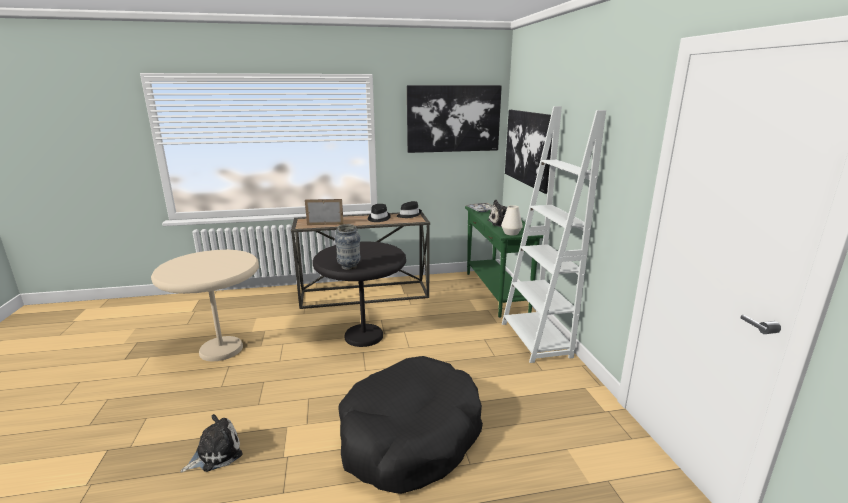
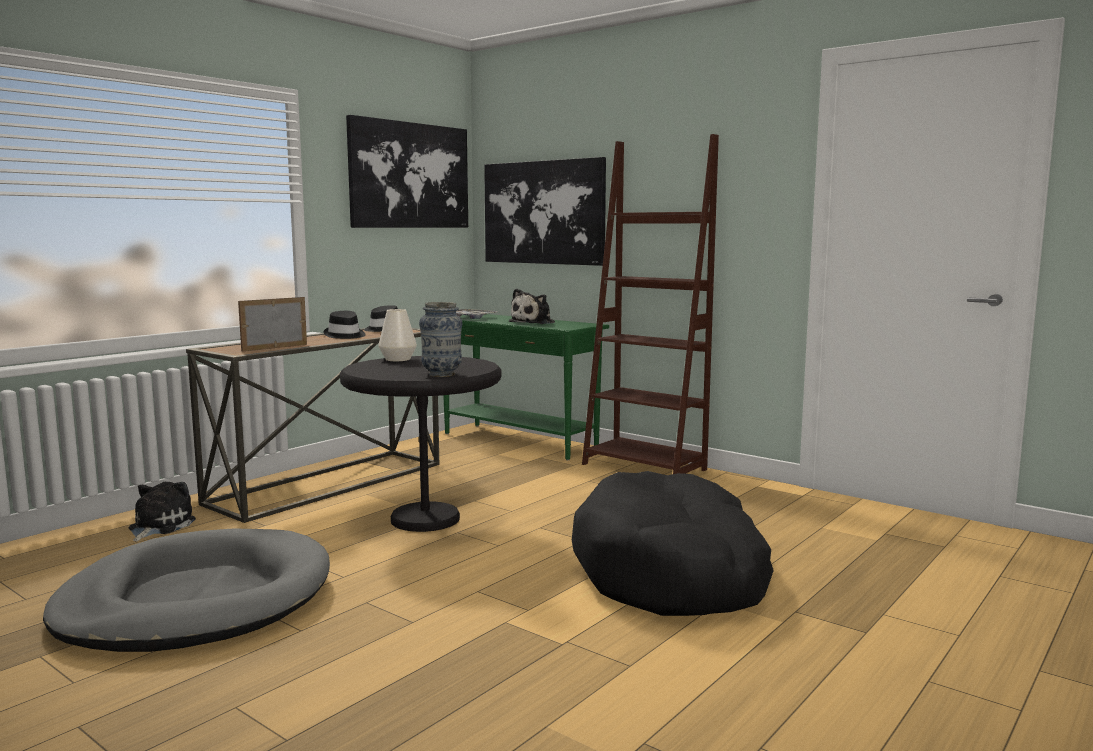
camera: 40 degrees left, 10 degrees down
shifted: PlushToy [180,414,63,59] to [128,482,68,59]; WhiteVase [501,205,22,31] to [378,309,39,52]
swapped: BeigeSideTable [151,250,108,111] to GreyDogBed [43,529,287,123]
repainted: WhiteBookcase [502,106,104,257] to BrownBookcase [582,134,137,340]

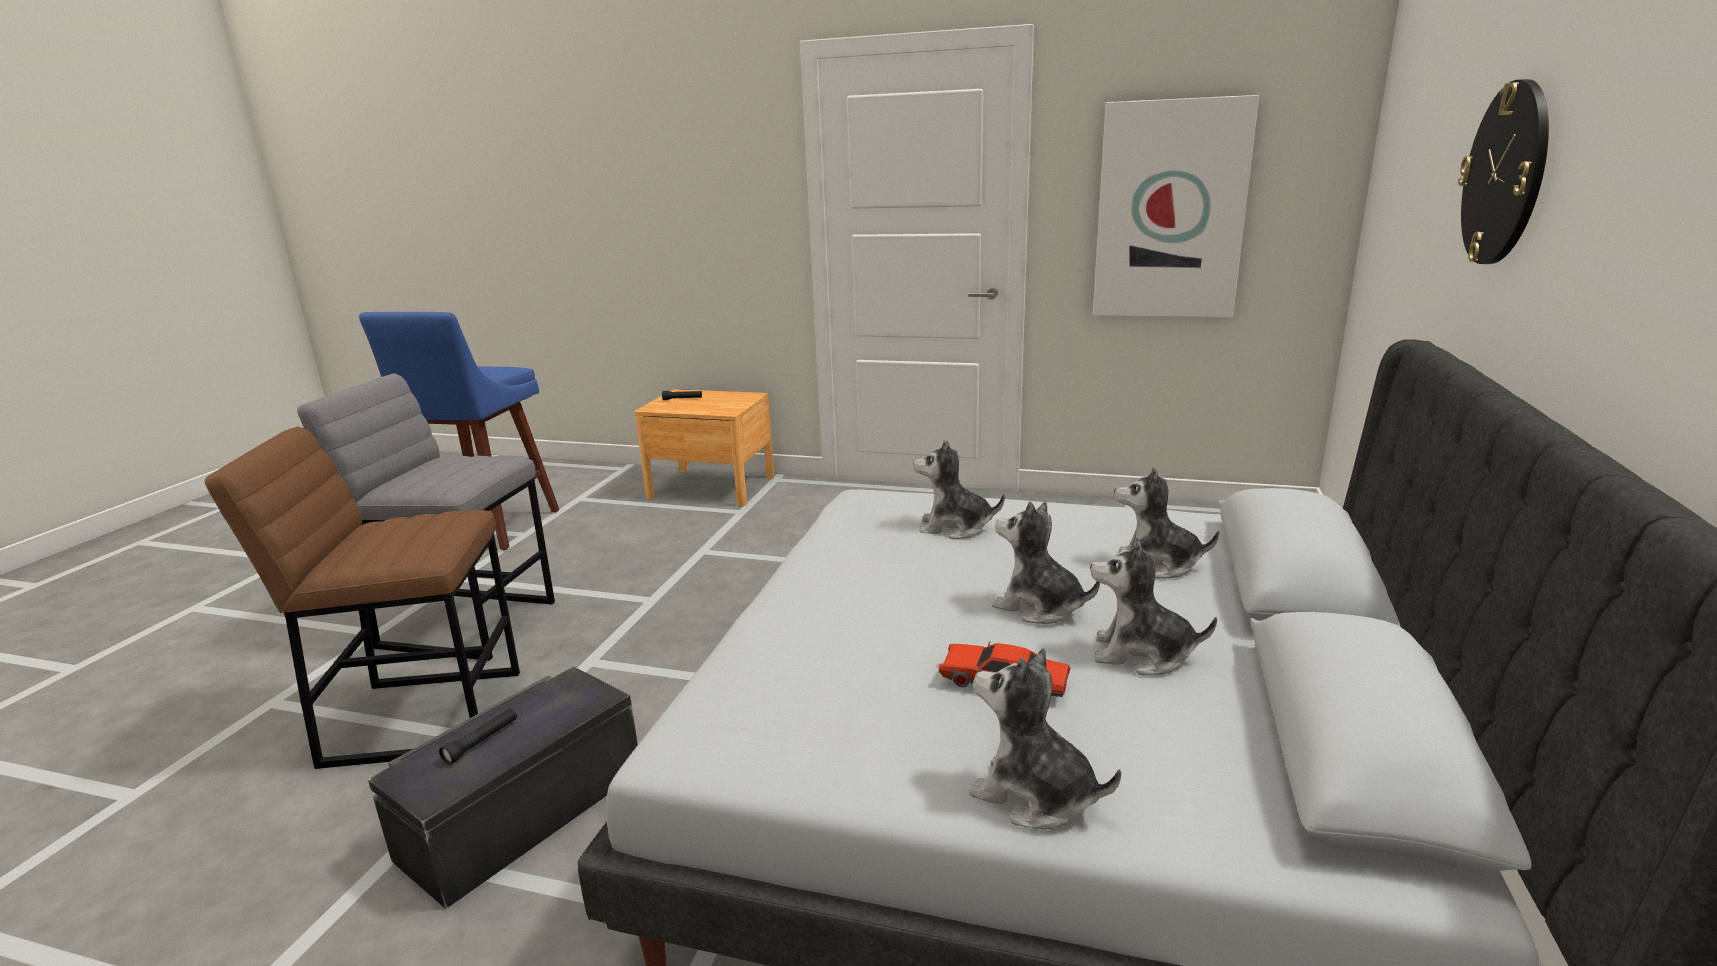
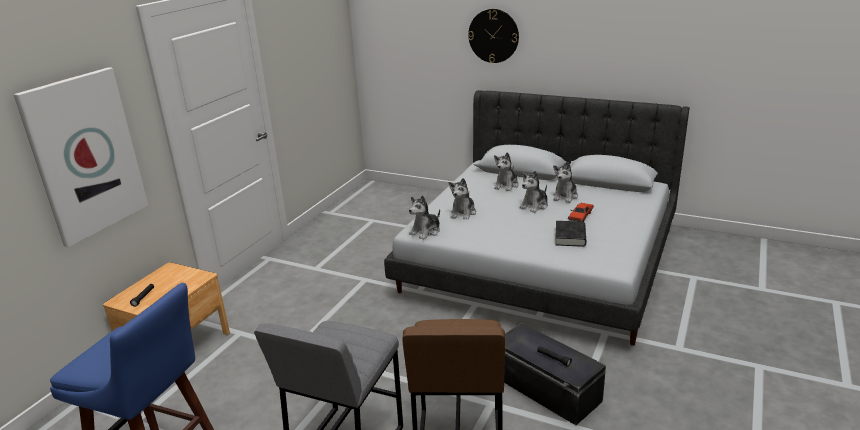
camera: 80 degrees left, 5 degrees up
new: BlackBook [555,221,31,26]
shifted: Picture [1093,95,166,222] to [14,67,134,180]; PlushToy [969,648,152,182] to [409,195,31,45]

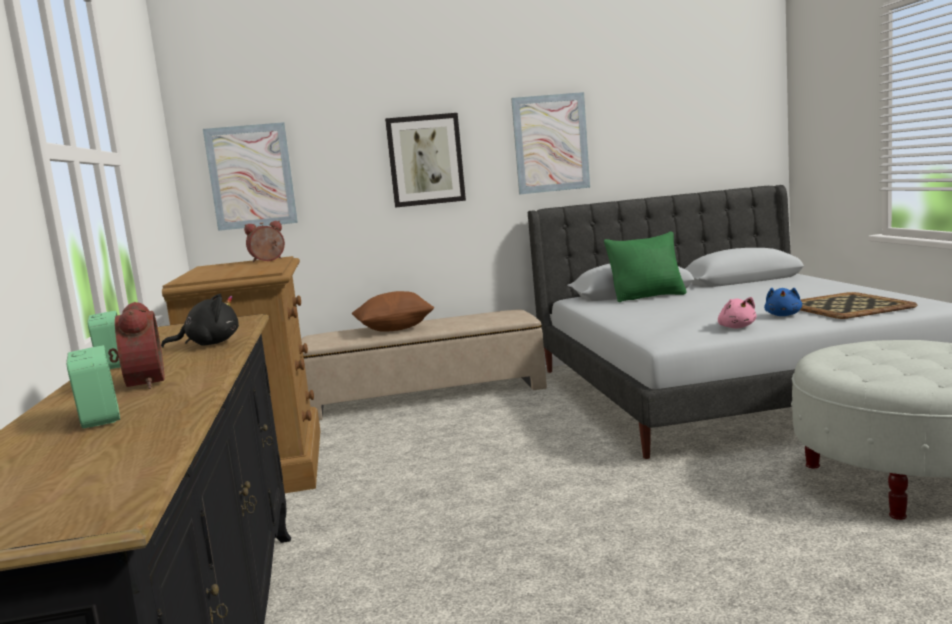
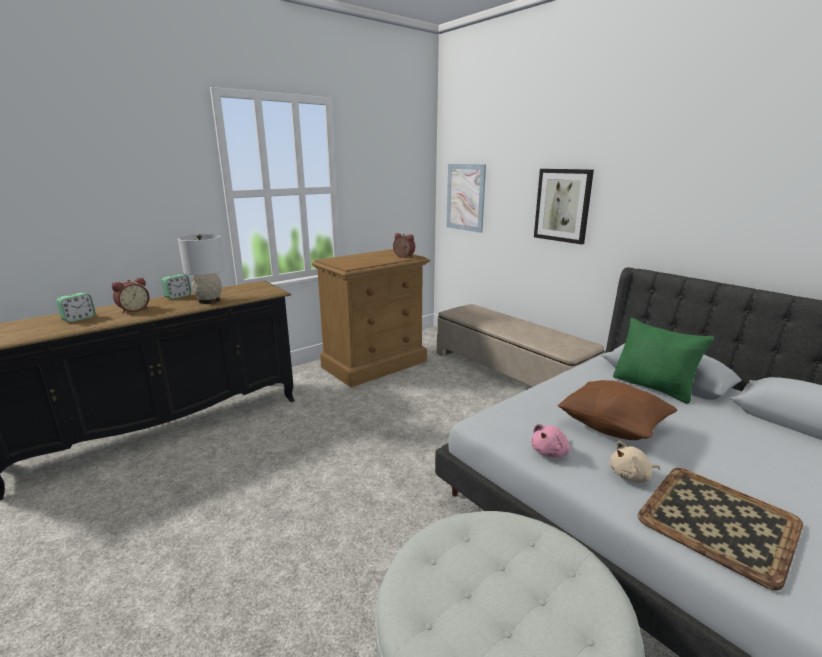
camera: 60 degrees right, 10 degrees up
gone: Picture [511,92,79,103]
shifted: BrownPillow [352,291,82,41] to [557,380,120,60]
swapped: BlackPlushToy [161,294,78,54] to WhiteTableLamp [178,234,47,70]
repainted: BluePlushToy [764,288,38,28] to BeigePlushToy [610,441,50,42]

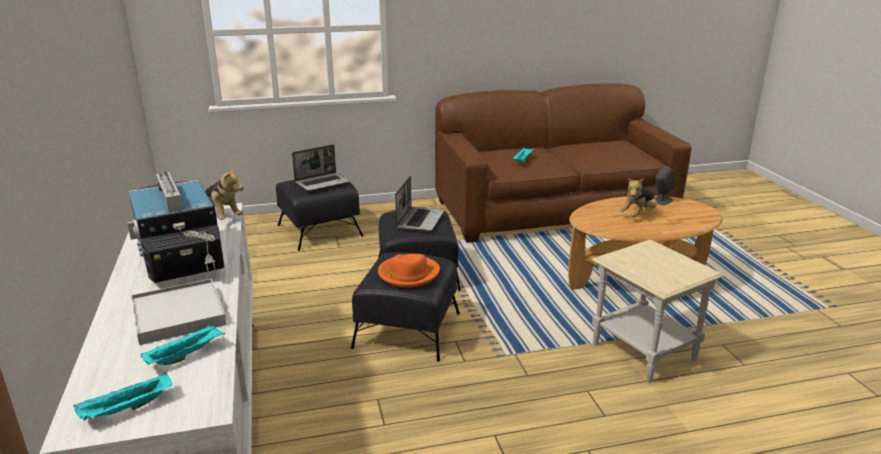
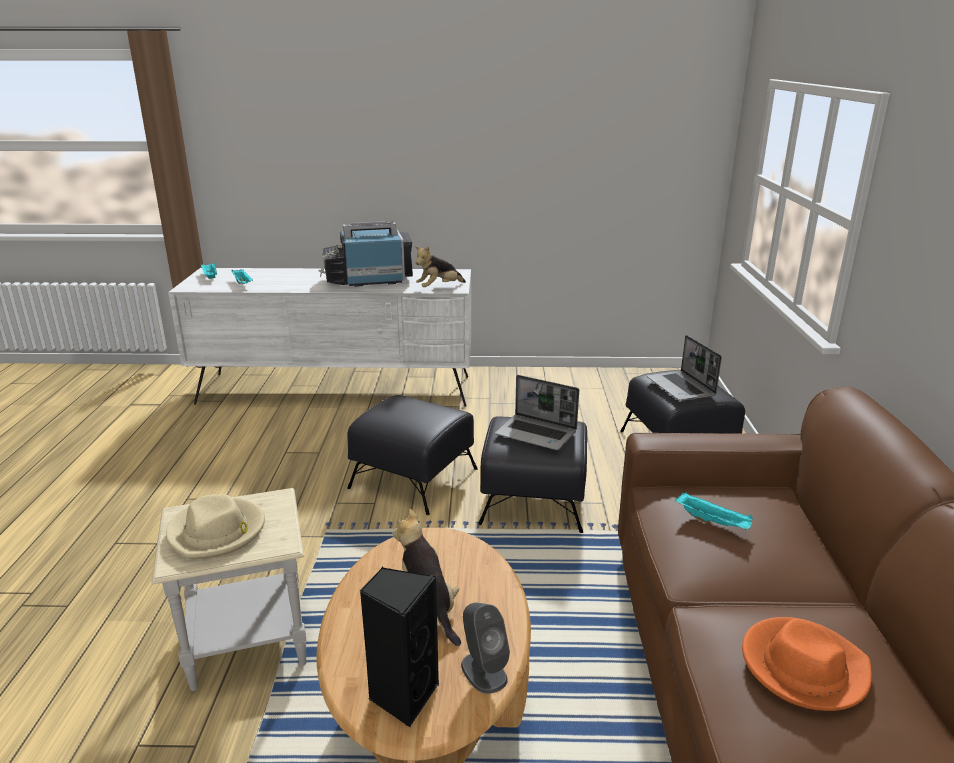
camera: 105 degrees right, 0 degrees up
gone: WhiteTray [131,279,95,66]
new: BeigeHat [166,494,99,66]; BlackSpeaker [360,567,79,160]
shifted: OrangeHat [378,254,62,34] to [742,617,130,94]

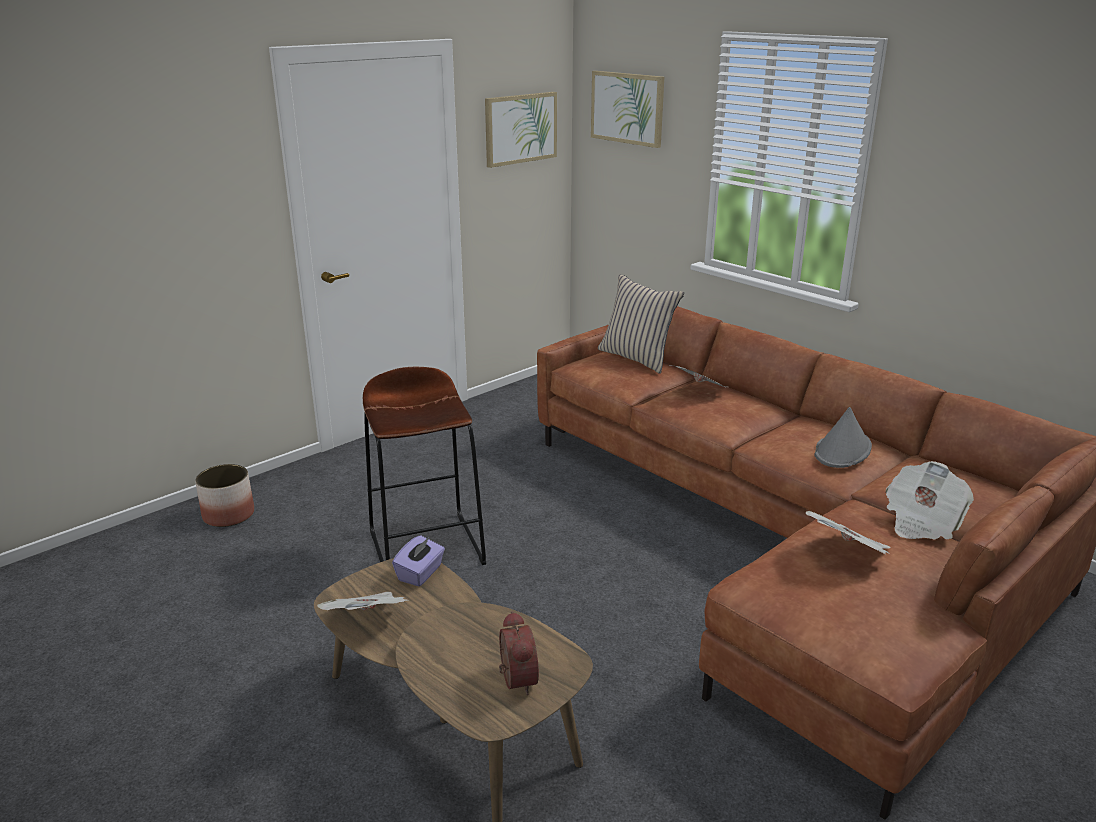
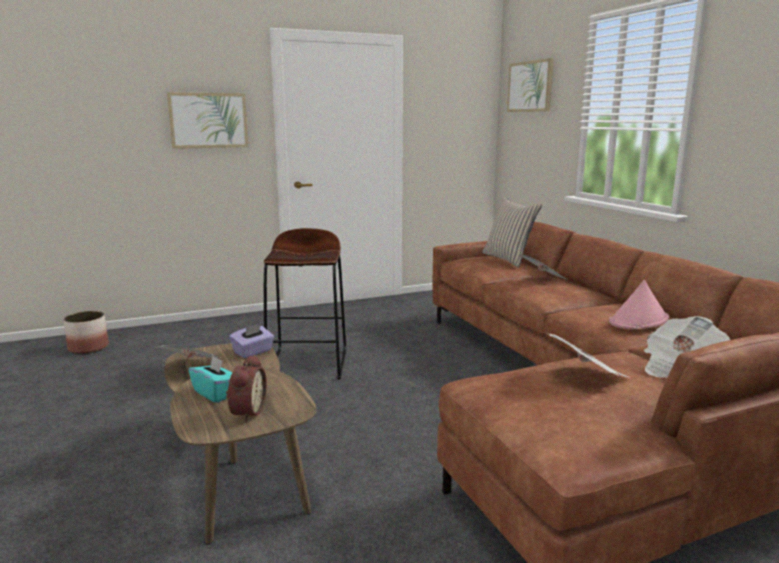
camera: 20 degrees right, 10 degrees down
new: TurquoiseTissueBox [189,356,43,47]
shifted: Planter [195,464,59,63] to [63,311,46,43]; Picture [485,92,72,76] to [167,92,81,57]
repainted: GreyHat [814,407,58,61] to PinkHat [609,280,60,49]

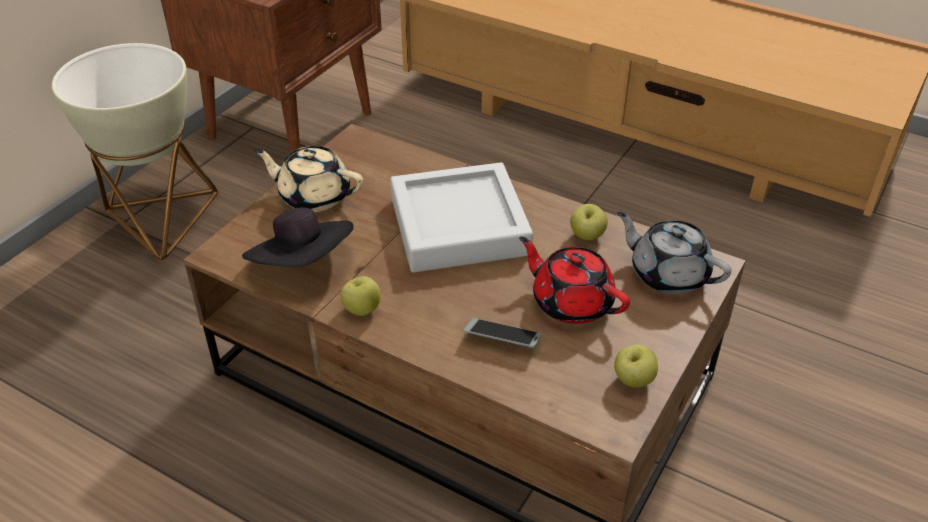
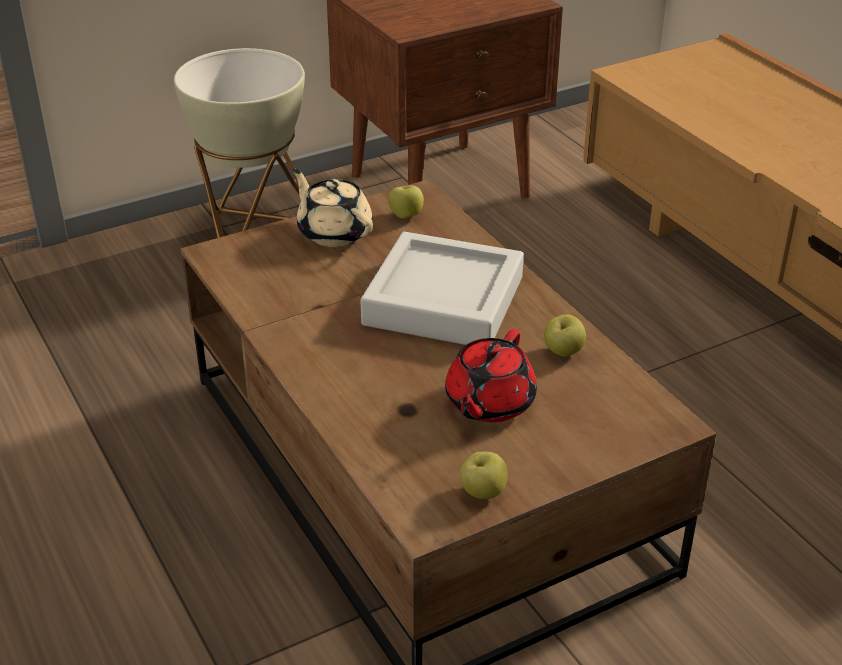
camera: 30 degrees right, 5 degrees down
gone: BlackHat [242,207,112,60]; Phone [463,318,79,30]; GreyTeapot [617,212,114,82]
shifted: Apple [340,276,41,40] to [388,185,36,34]
rotated: RedTeapot [519,237,111,87] = [445,329,92,93] 135 degrees counterclockwise

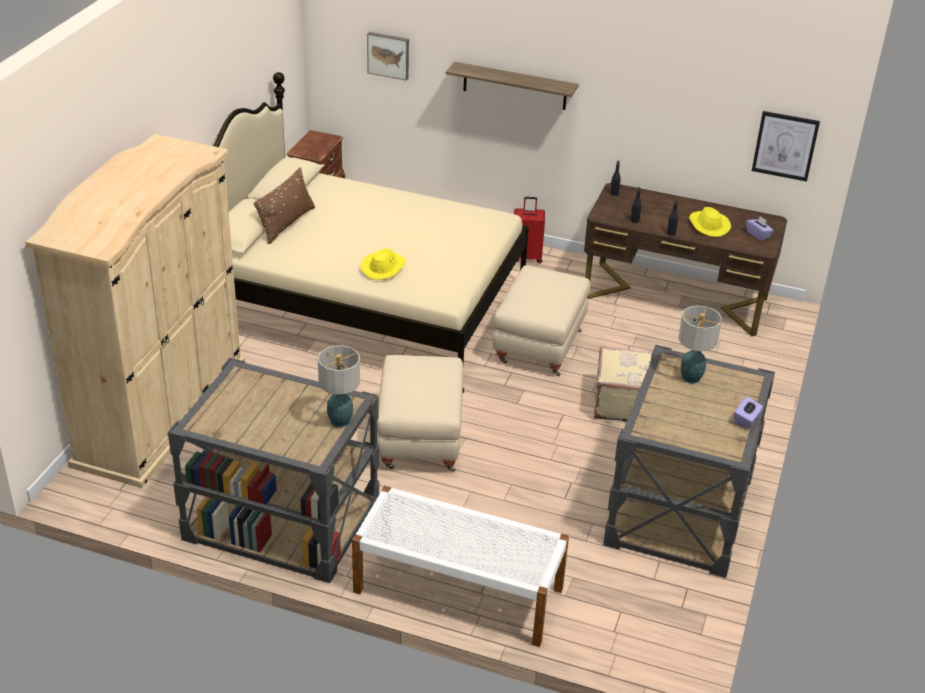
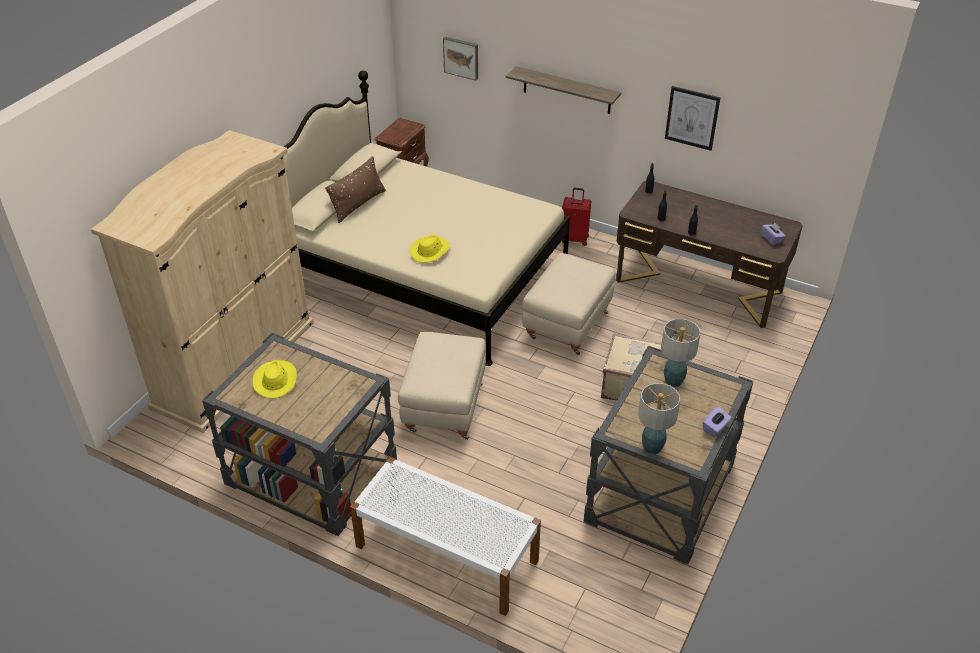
camera: 10 degrees right, 5 degrees up
shifted: YellowHat [689,207,42,30] to [253,360,44,39]; TableLamp [318,345,42,82] to [638,383,42,72]; Picture [752,111,68,71] to [665,86,56,65]

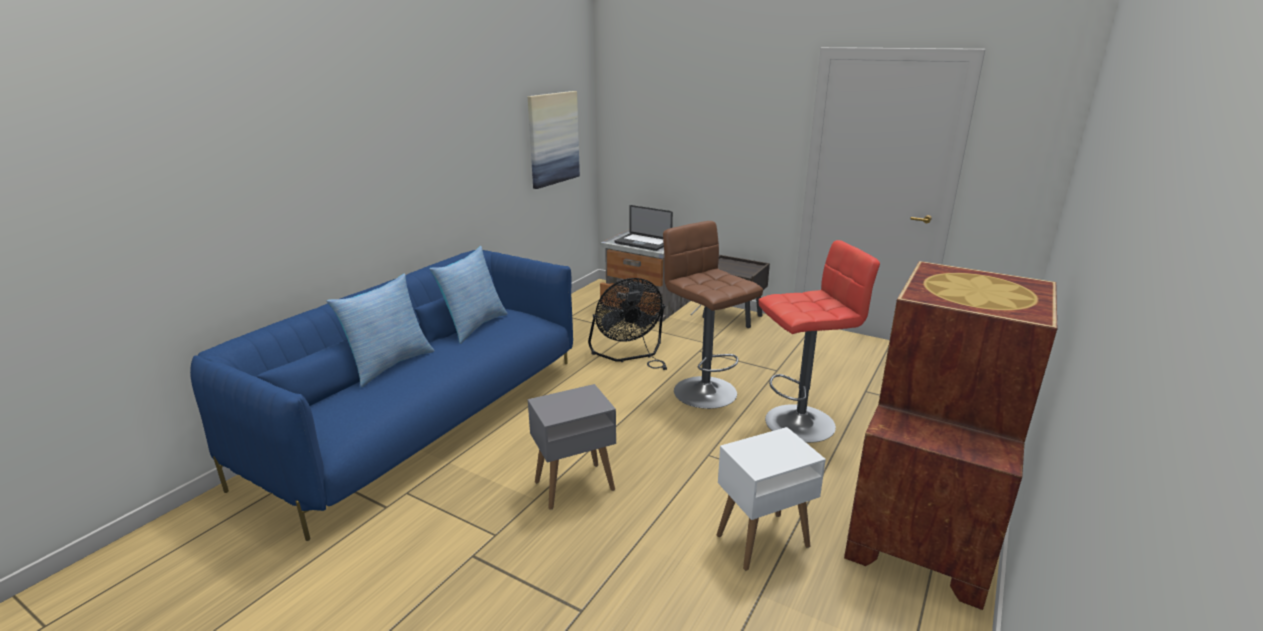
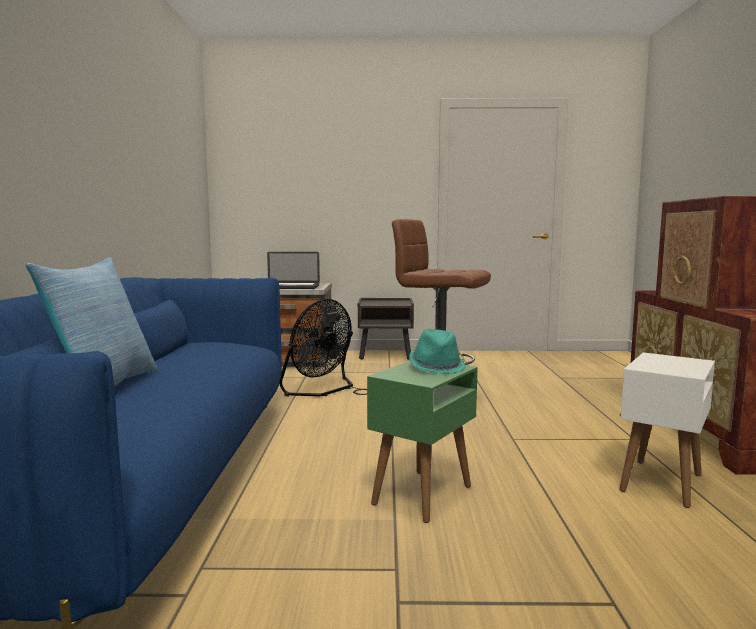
camera: 30 degrees left, 15 degrees down
gone: Pillow [429,246,79,98]; Picture [528,91,52,98]; RedStool [758,240,122,203]
new: TurquoiseHat [409,329,57,45]
repainted: GreySideTable [528,384,88,126] to GreenSideTable [367,361,110,162]

